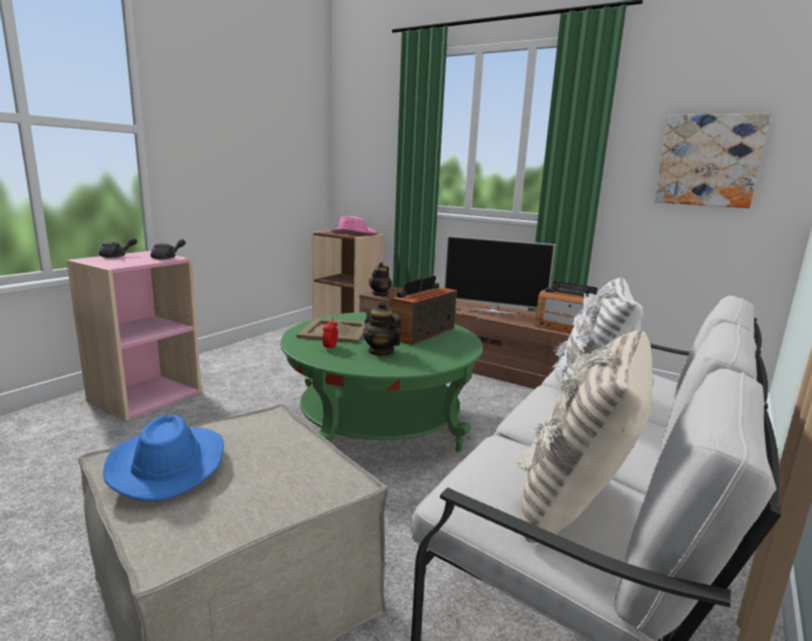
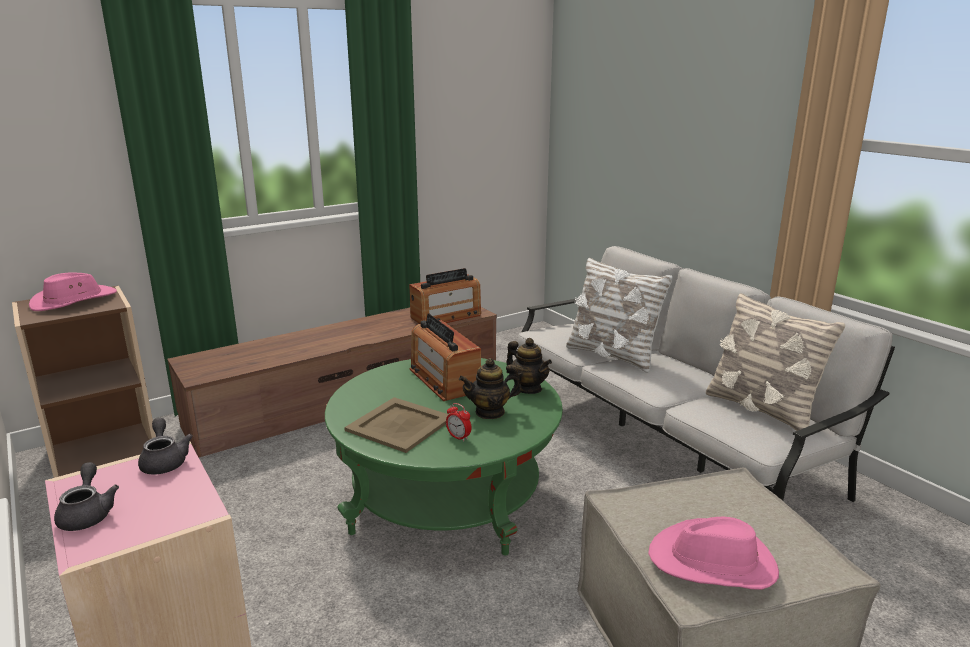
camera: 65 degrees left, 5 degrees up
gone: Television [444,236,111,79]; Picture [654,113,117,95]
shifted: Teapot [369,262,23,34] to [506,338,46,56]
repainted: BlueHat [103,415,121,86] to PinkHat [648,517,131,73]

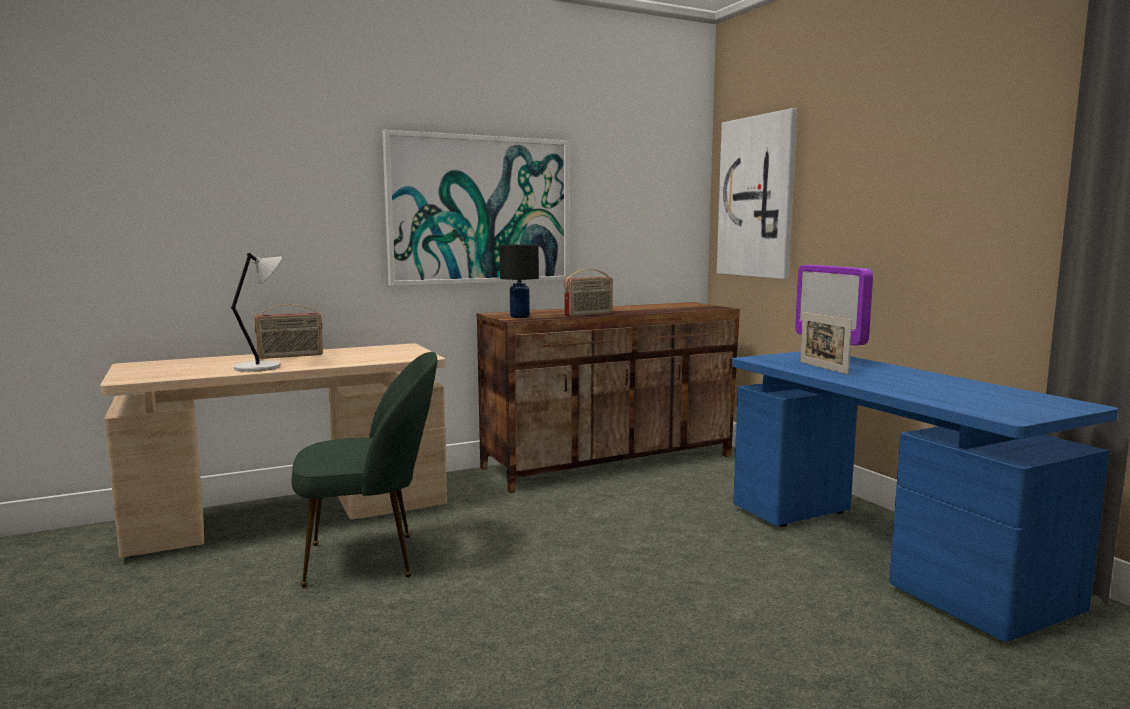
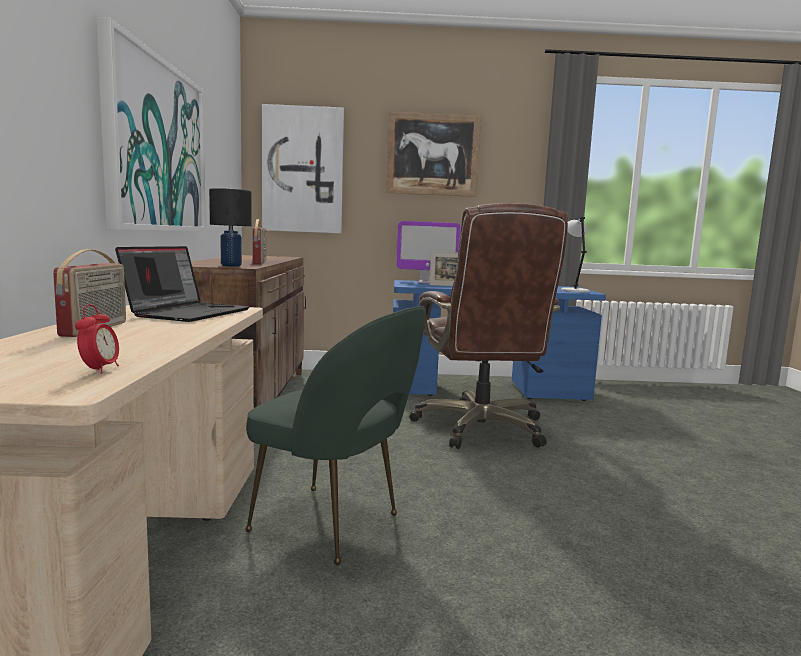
camera: 65 degrees left, 0 degrees up
new: AlarmClock [75,305,44,68]; Laptop [115,246,134,76]; Picture [386,112,95,85]; BrownOfficeChair [409,203,159,246]
shifted: GreyTableLamp [231,253,51,119] to [561,217,29,76]
rotated: GreenChair [292,352,145,235] = [246,306,180,259] 105 degrees clockwise

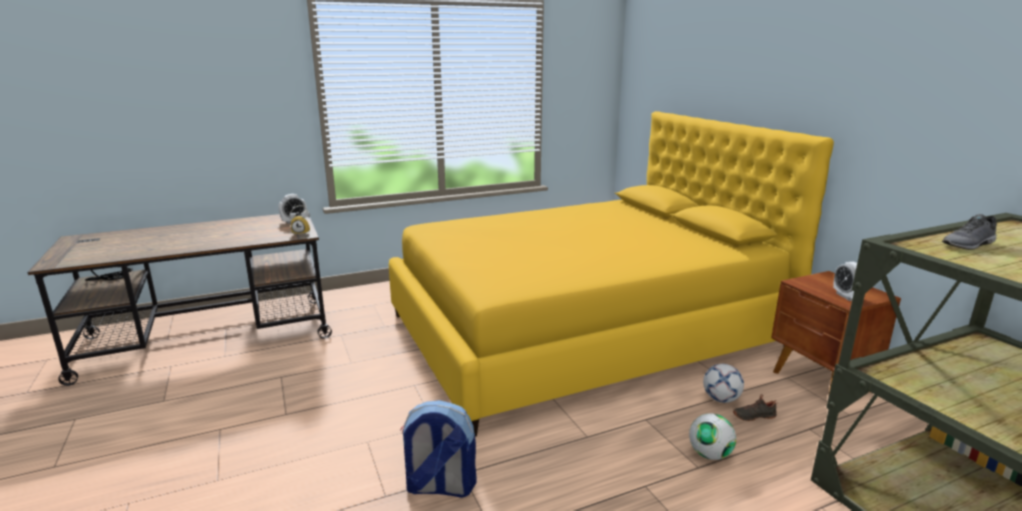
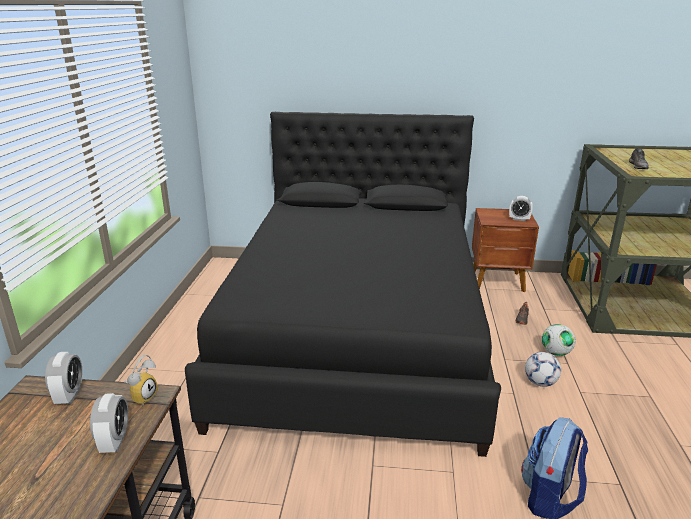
camera: 60 degrees left, 5 degrees up
new: AlarmClock [90,393,38,60]
shifted: Football [703,364,41,39] to [525,352,36,35]
repainted: YellowBed [389,111,445,326] to BlackBed [185,112,316,345]

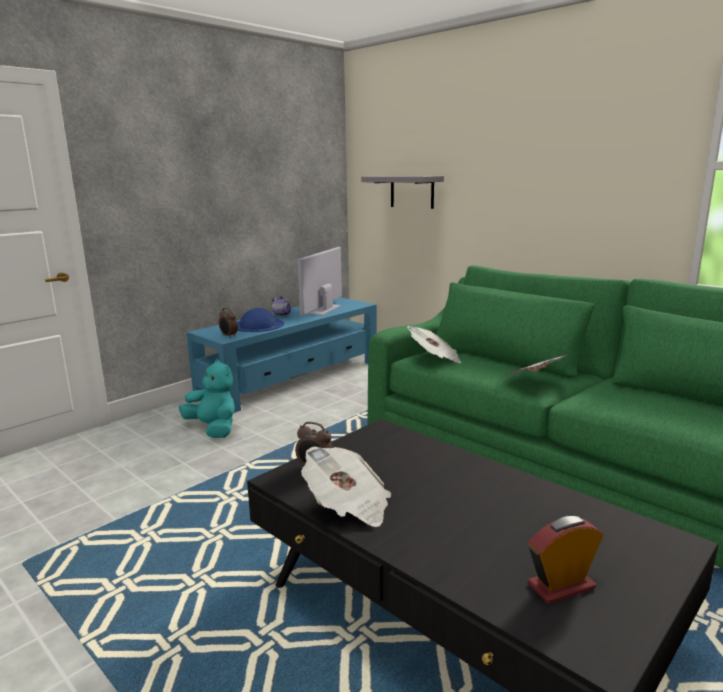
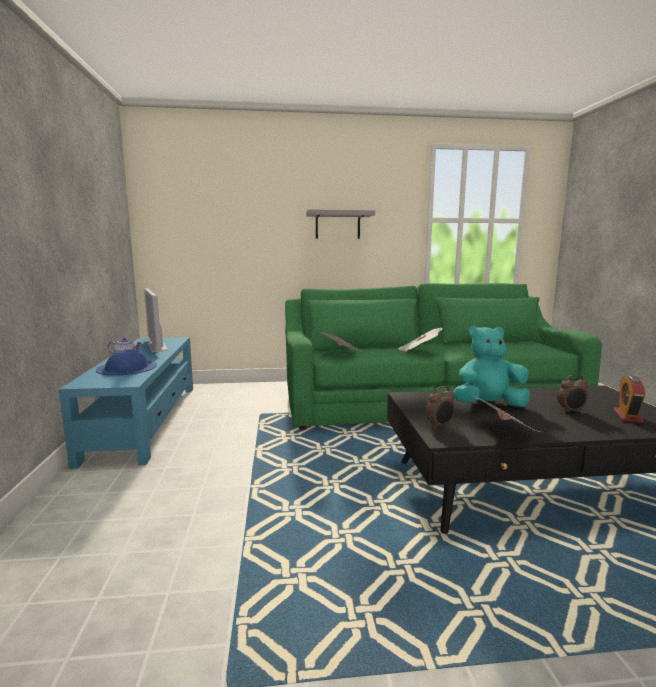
camera: 50 degrees left, 5 degrees down
shifted: GreyShelf [361,176,83,33] to [306,210,69,29]; TurquoisePlushToy [179,359,56,79] to [454,325,76,82]; AlarmClock [219,308,19,30] to [557,375,31,37]

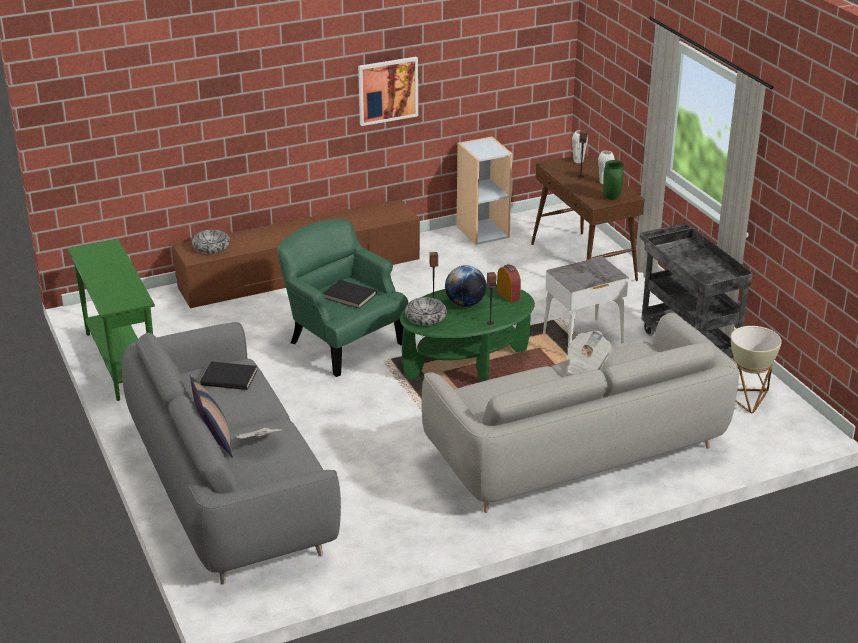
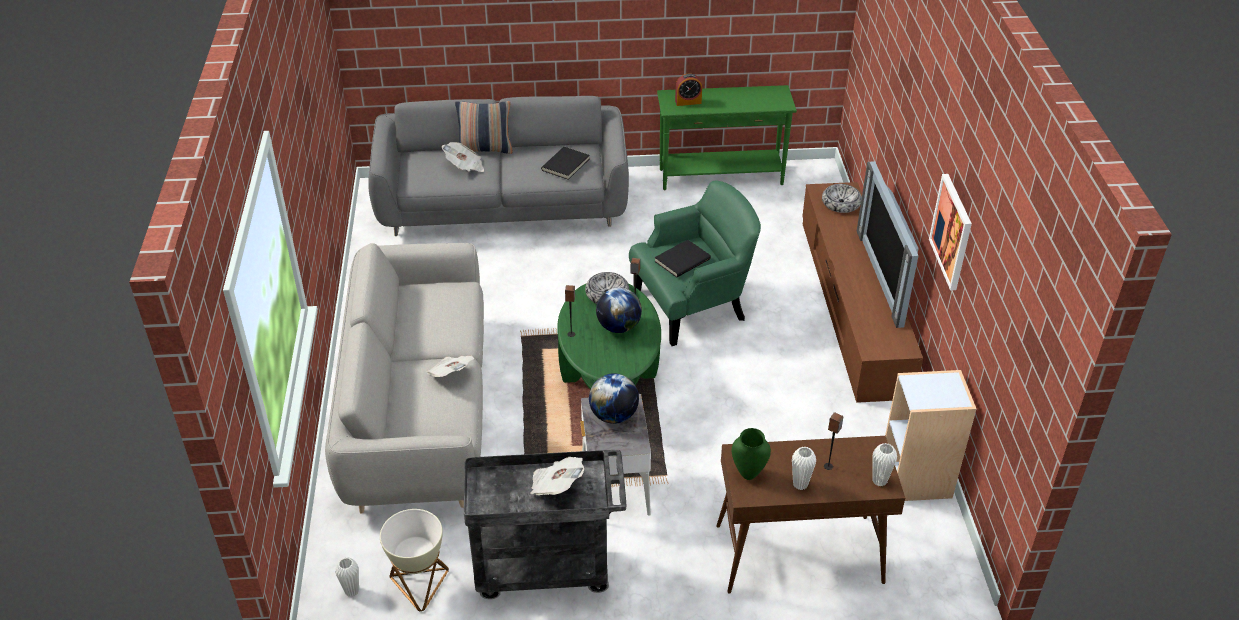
camera: 110 degrees right, 10 degrees up
new: WhiteVase [335,557,24,40]; Newspaper [531,457,53,38]; Globe [589,373,50,51]; Television [857,161,62,167]
shifted: AlarmClock [497,264,24,39] to [675,73,27,33]

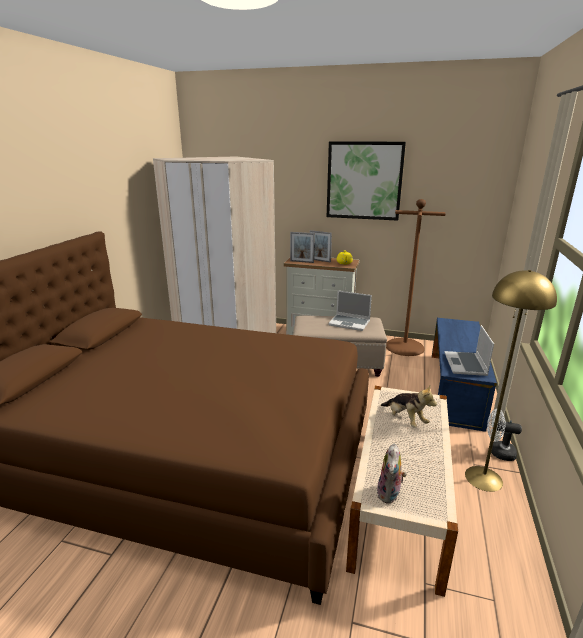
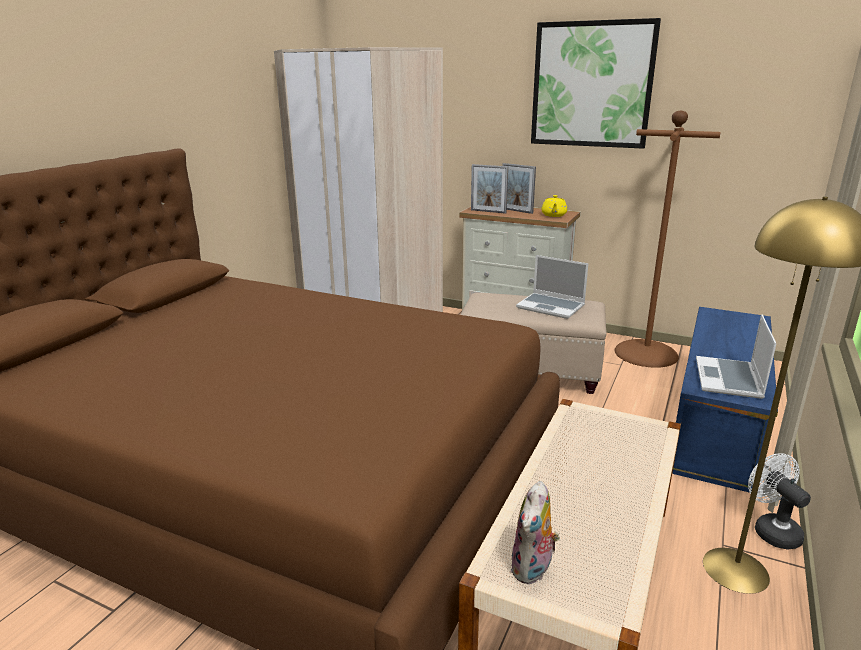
camera: 10 degrees right, 0 degrees up
gone: PlushToy [381,386,56,42]
rotated: WhiteFan [487,409,35,52] = [748,453,63,96] 45 degrees clockwise

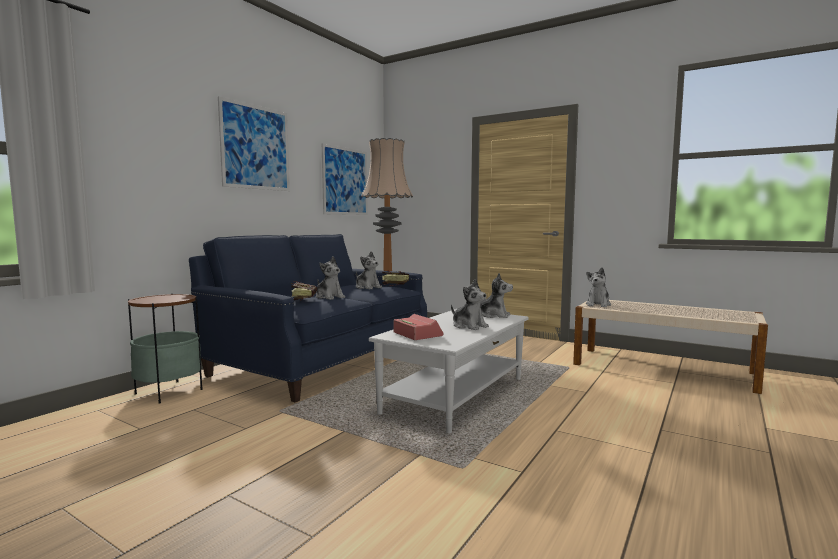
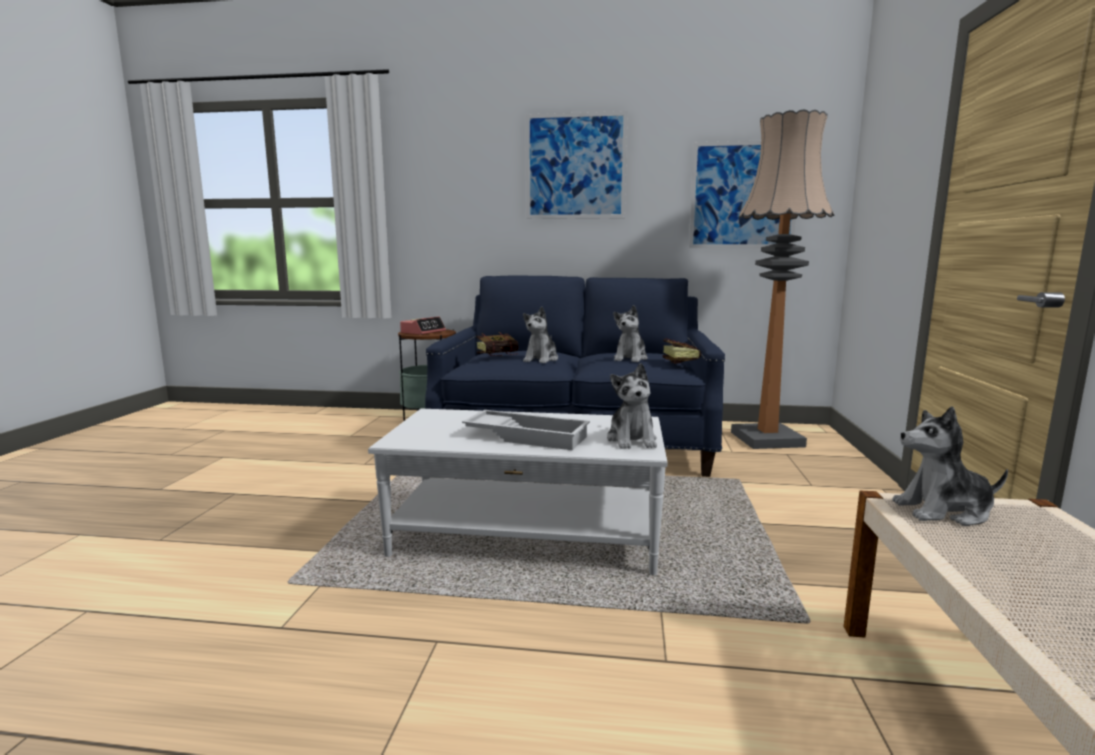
camera: 65 degrees right, 5 degrees up
shifted: AlarmClock [393,314,51,26] to [400,316,46,19]
swapped: PlushToy [451,279,38,51] to WhiteTray [462,410,128,40]

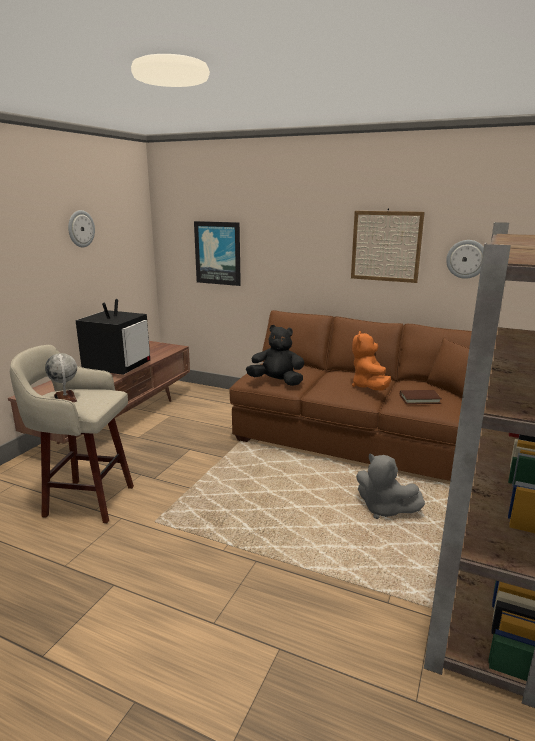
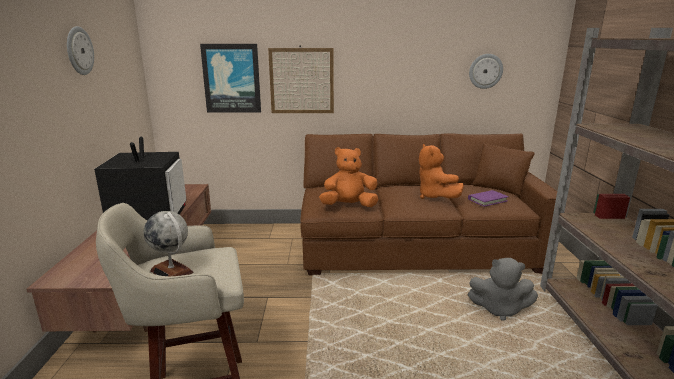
camera: 25 degrees left, 0 degrees up
shifted: Picture [351,209,74,74] to [268,45,66,68]
repainted: BlackPlushToy [246,325,59,61] to OrangePlushToy [319,147,59,60]; BrownBook [400,390,42,14] to PurpleBook [468,190,41,17]

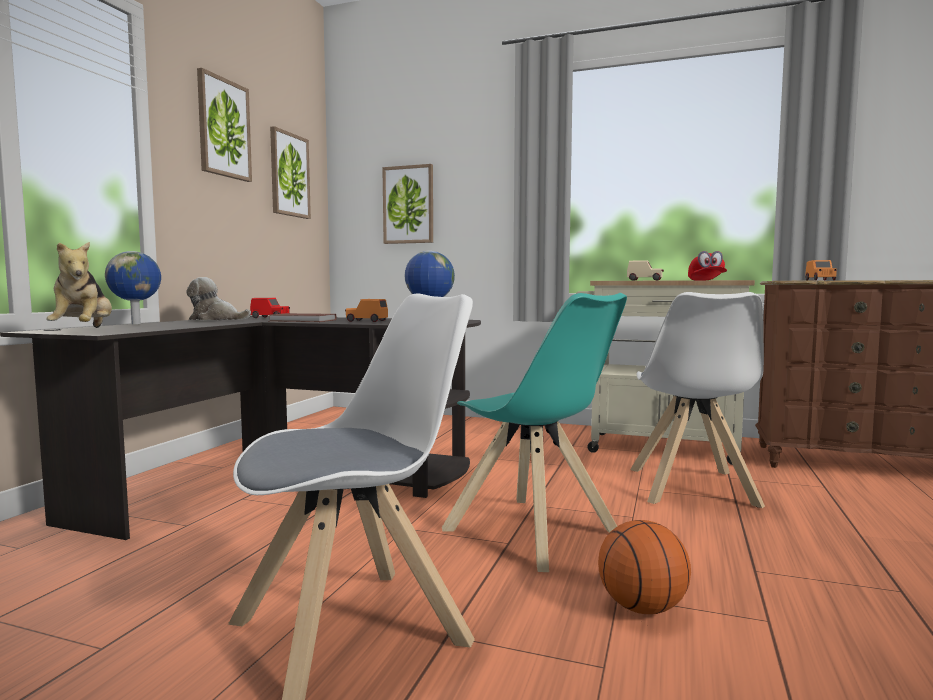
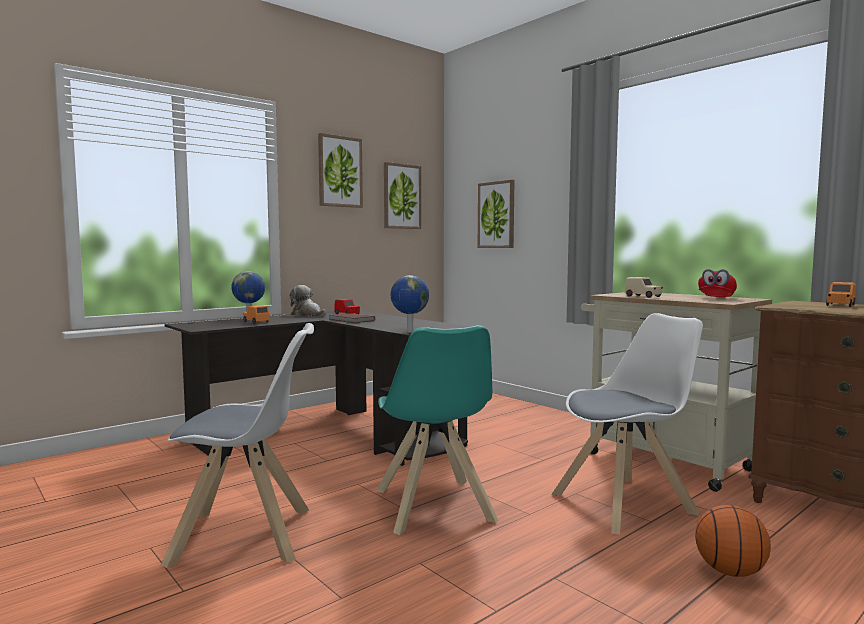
camera: 30 degrees right, 0 degrees up
gone: PlushToy [46,242,66,86]
shifted: OrangeToyCar [345,299,43,23] to [243,305,26,19]; Basketball [598,520,93,94] to [695,505,76,72]
rotated: Chair [630,292,135,216] = [551,313,152,222] 150 degrees counterclockwise

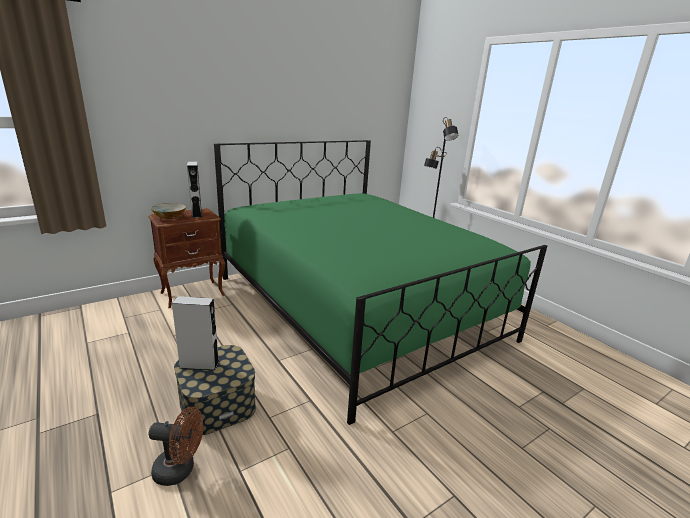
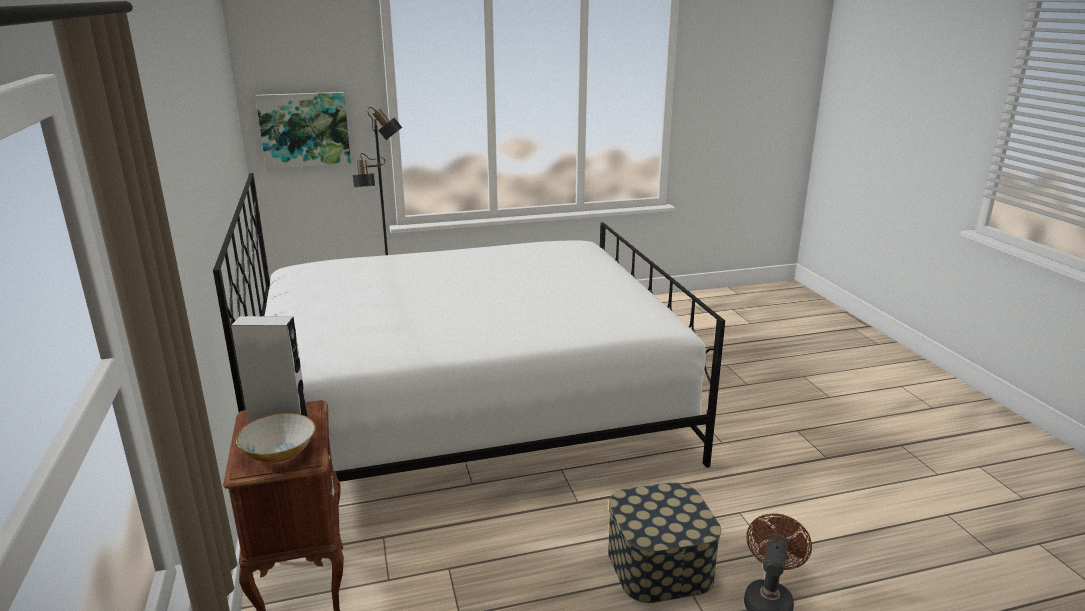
camera: 70 degrees left, 0 degrees up
gone: GreySpeaker [172,296,47,74]
new: Picture [255,92,96,77]
repainted: GreenBed [214,140,333,285] to WhiteBed [213,173,512,309]

